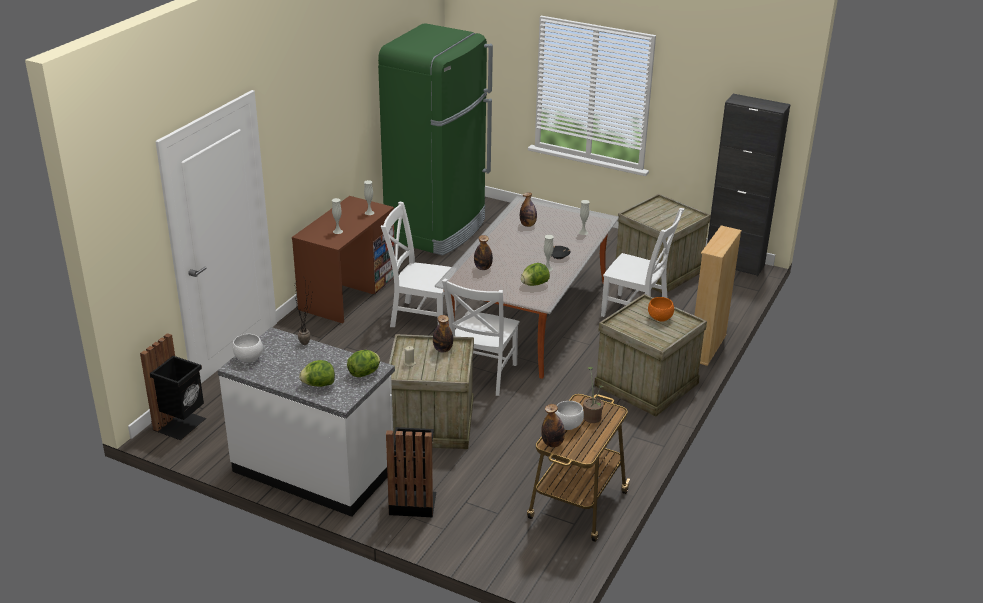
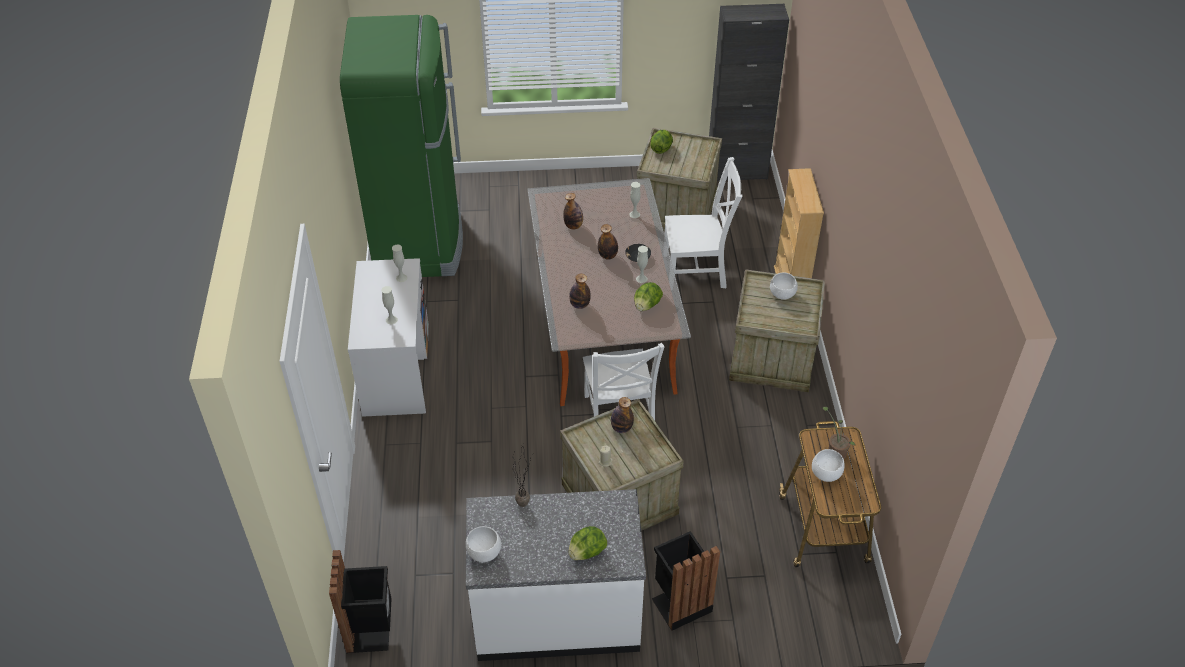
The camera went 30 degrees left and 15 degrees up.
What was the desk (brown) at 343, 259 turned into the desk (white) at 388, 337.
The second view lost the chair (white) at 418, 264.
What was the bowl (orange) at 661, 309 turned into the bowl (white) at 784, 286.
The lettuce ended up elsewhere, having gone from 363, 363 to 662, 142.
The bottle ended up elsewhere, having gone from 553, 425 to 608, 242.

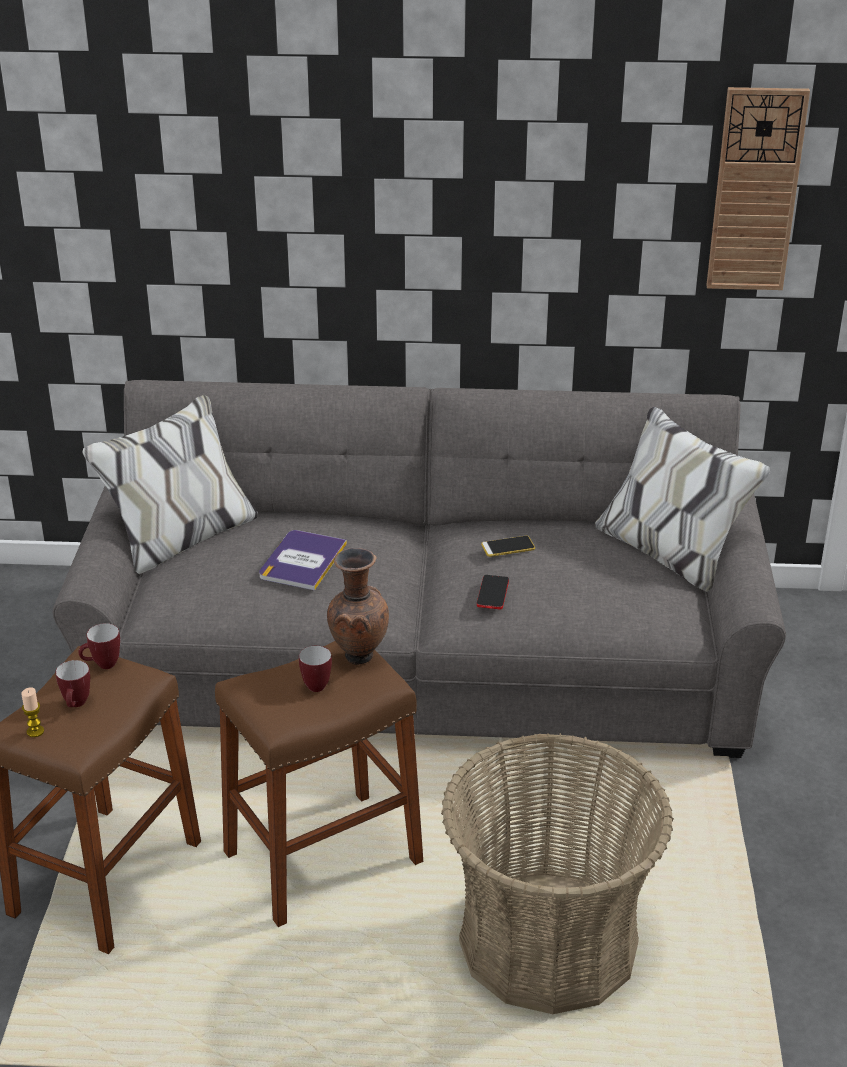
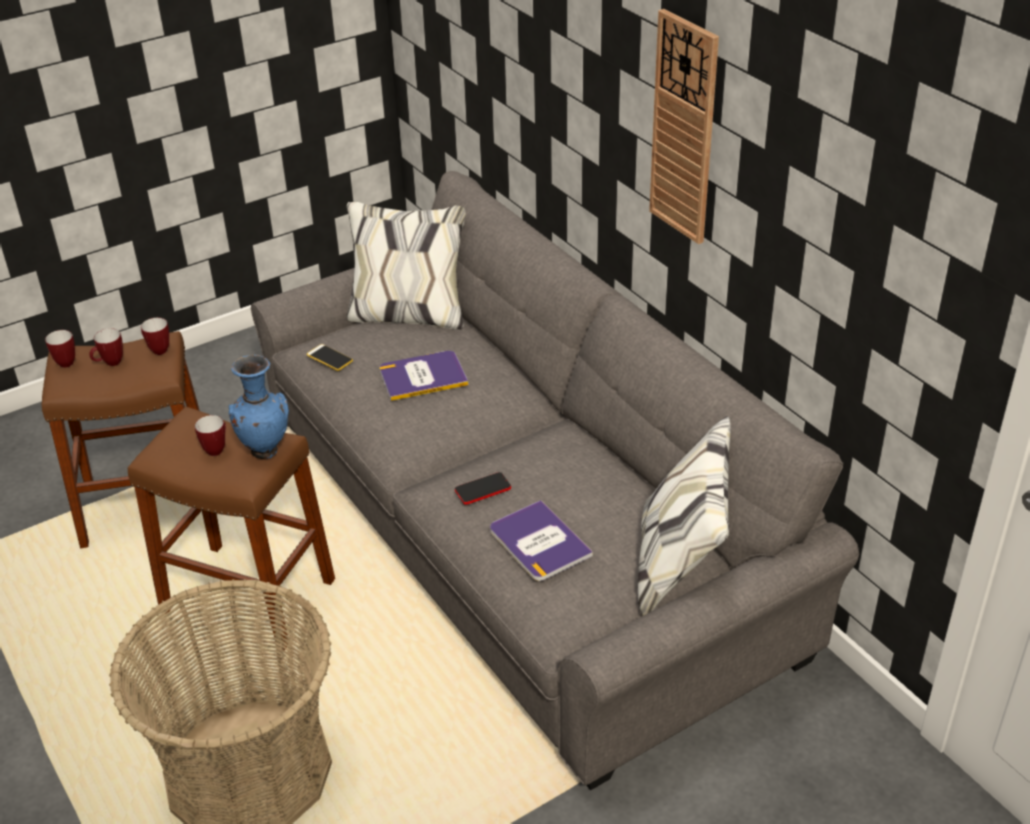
The camera went 55 degrees right and 5 degrees up.
The wall clock ended up elsewhere, having gone from 758, 188 to 684, 126.
The phone ended up elsewhere, having gone from 508, 546 to 330, 357.
What was the vase (brown) at 358, 606 turned into the vase (blue) at 259, 407.
Where the candle stood at 32, 712, the mug came to stand at 60, 349.
The second view gained the book at 541, 540.

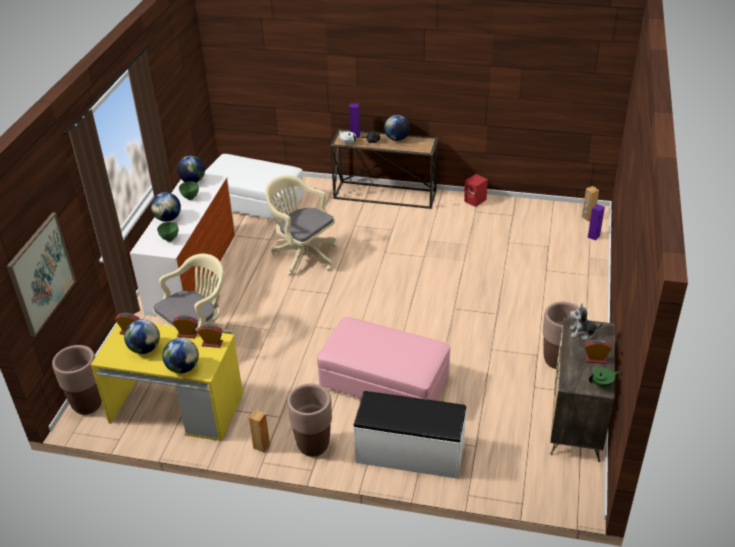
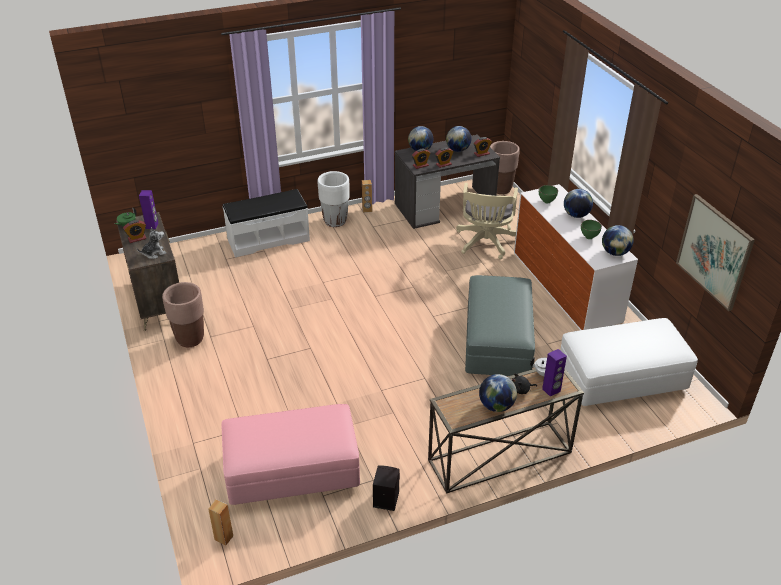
The camera went 145 degrees right and 0 degrees up.
What was the speaker (red) at 476, 190 turned into the speaker (black) at 386, 488.
Where the office chair (beige) stood at 301, 225, the ottoman (grey) came to stand at 500, 325.
The speaker (purple) ended up elsewhere, having gone from 596, 222 to 148, 209.
The picture ended up elsewhere, having gone from 41, 274 to 715, 252.
The ottoman (pink) ended up elsewhere, having gone from 383, 359 to 290, 454.
What was the desk (yellow) at 167, 382 turned into the desk (grey) at 447, 182.
What was the planter (brown) at 309, 420 turned into the planter (white) at 334, 199.

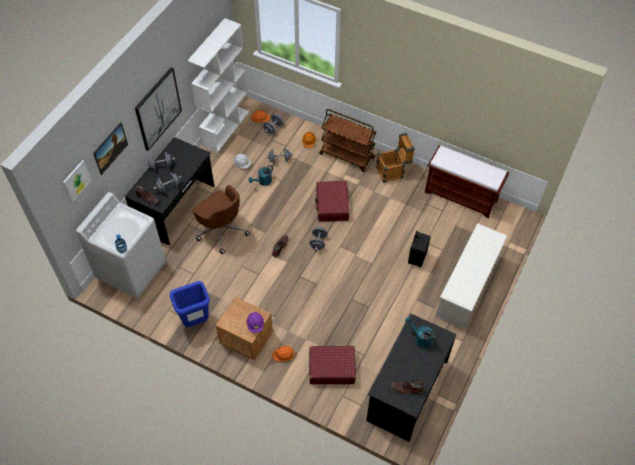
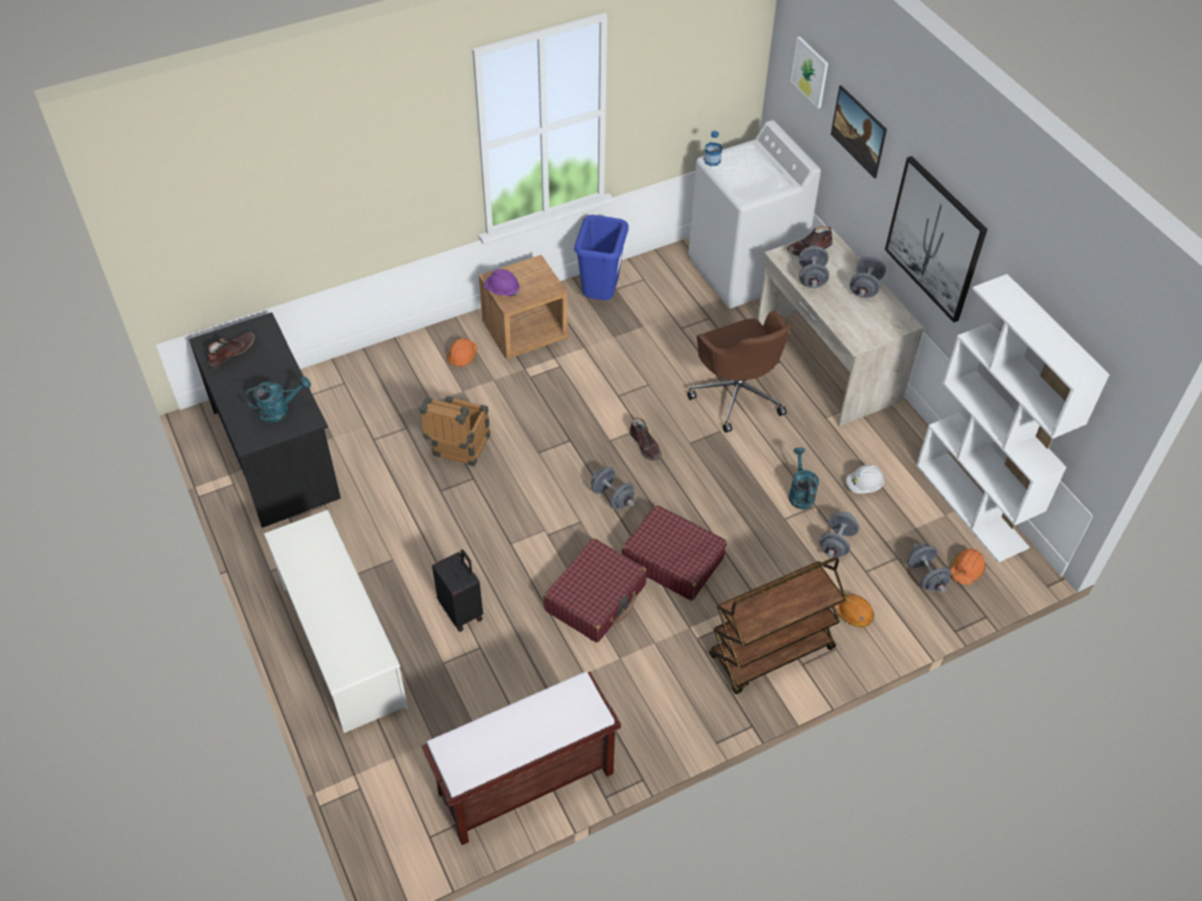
The camera went 125 degrees right and 5 degrees down.
The crate ended up elsewhere, having gone from 395, 157 to 454, 431.
What was the desk (black) at 169, 191 turned into the desk (beige) at 840, 328.
The office chair (brown) at 221, 219 ended up facing another way, 105 degrees counterclockwise from before.
The suitcase (red) ended up elsewhere, having gone from 332, 364 to 595, 590.

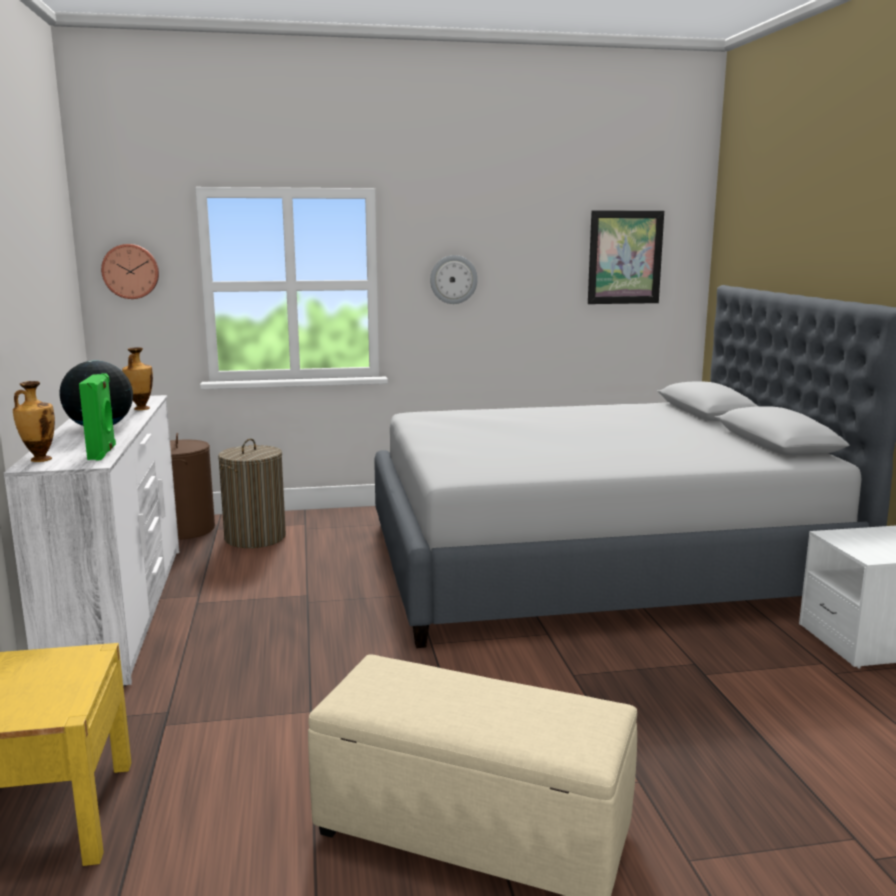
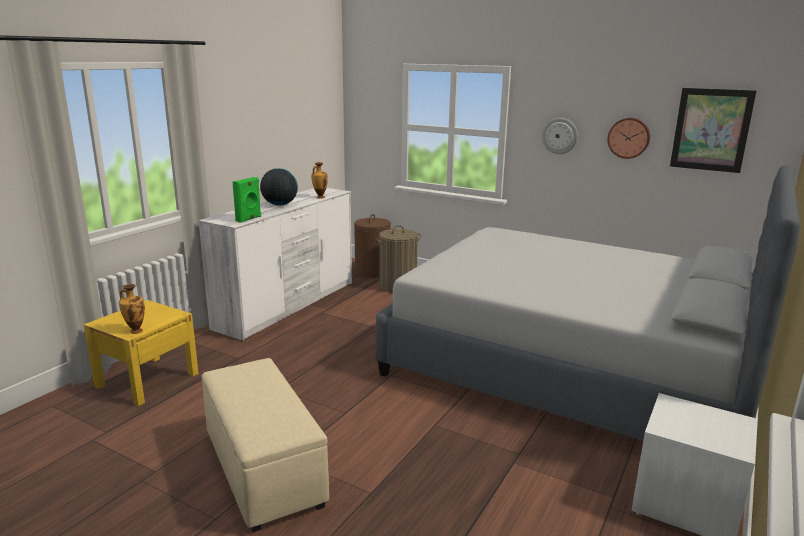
The camera went 40 degrees right and 5 degrees up.
The wall clock ended up elsewhere, having gone from 130, 271 to 628, 138.
The vase ended up elsewhere, having gone from 34, 421 to 132, 309.

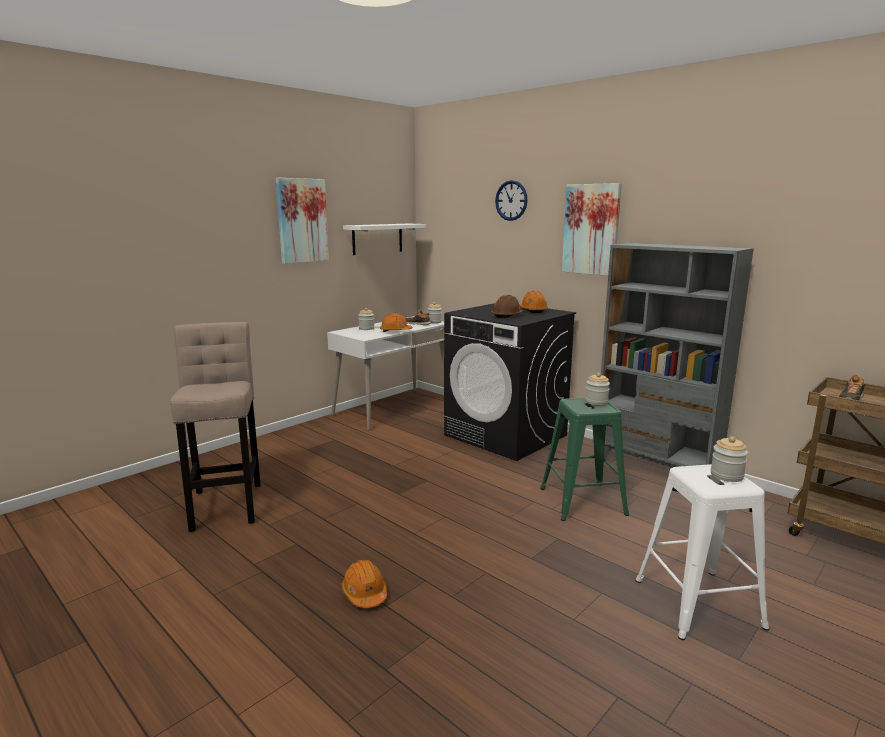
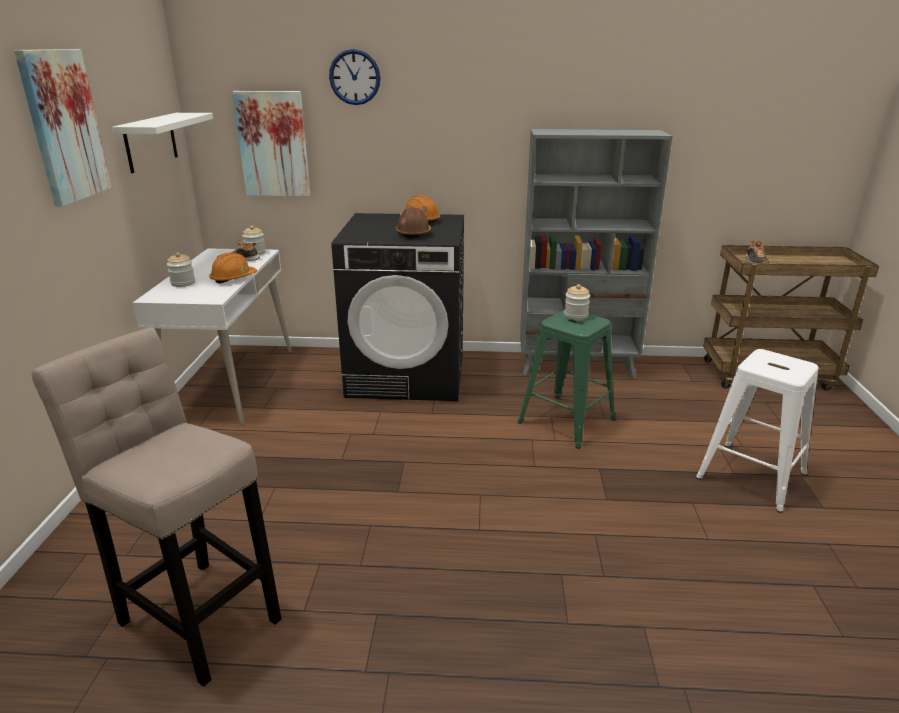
The camera went 40 degrees left and 10 degrees up.
The picture ended up elsewhere, having gone from 592, 229 to 271, 143.
The second view lost the jar at 729, 459.
The second view lost the hard hat (orange) at 364, 584.

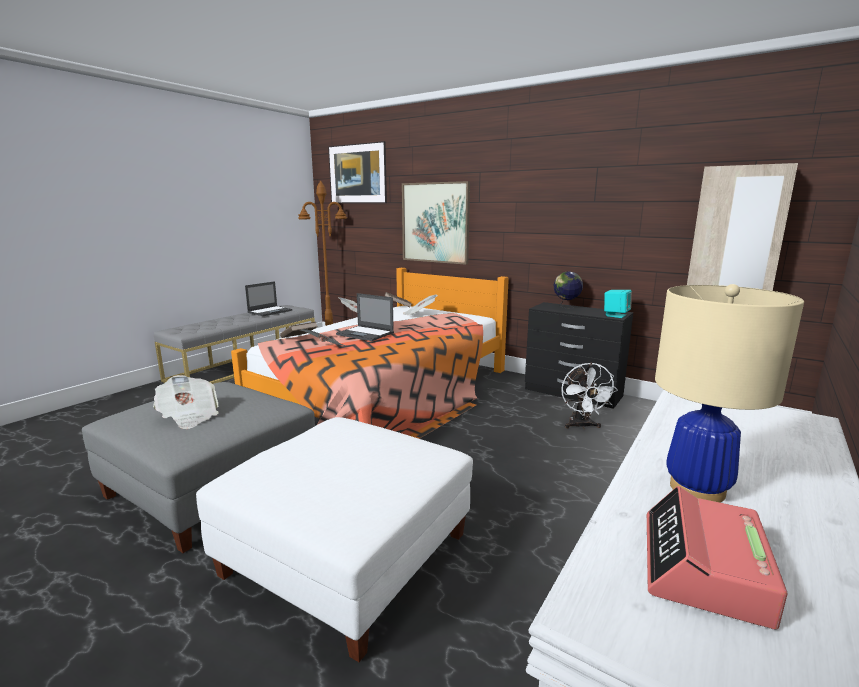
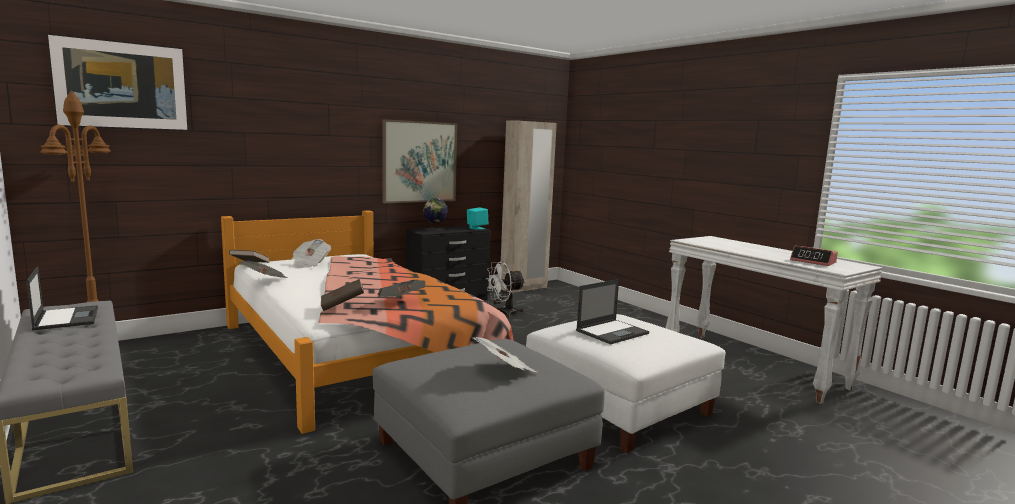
The camera went 70 degrees left and 5 degrees down.
The picture ended up elsewhere, having gone from 436, 223 to 419, 161.
The second view lost the table lamp (beige) at 729, 393.
The laptop ended up elsewhere, having gone from 365, 317 to 612, 311.
The fan (white) at 589, 395 ended up facing another way, 135 degrees clockwise from before.

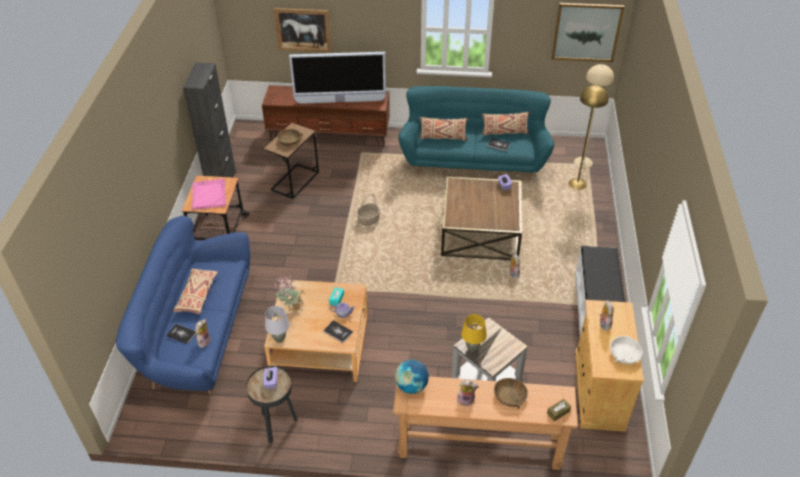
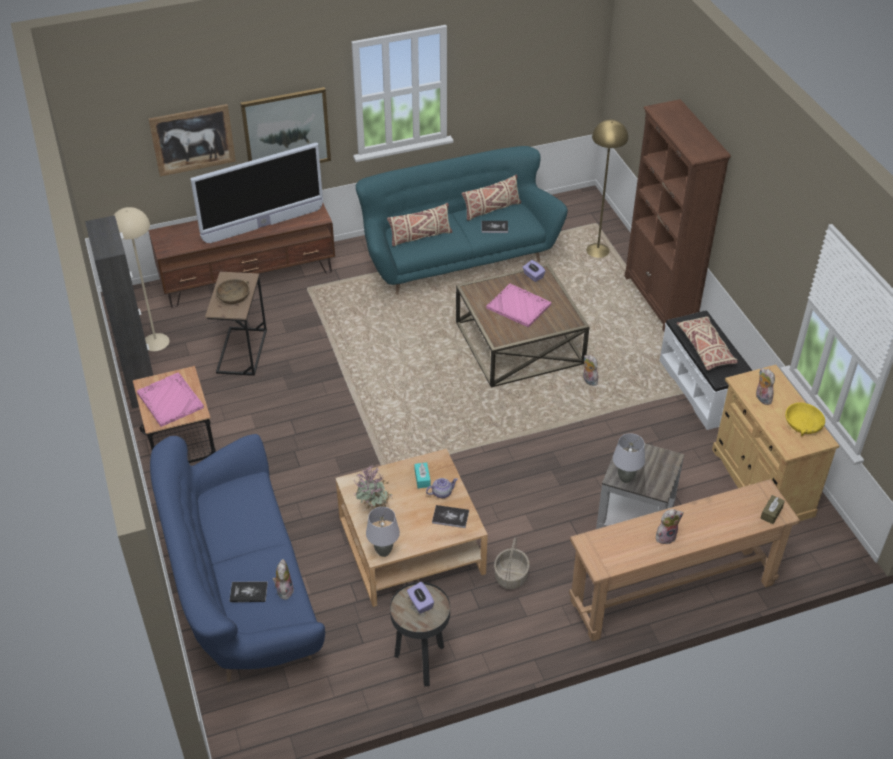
The camera went 25 degrees left and 0 degrees up.
The picture ended up elsewhere, having gone from 588, 32 to 285, 125.
The floor lamp (beige) ended up elsewhere, having gone from 594, 116 to 141, 279.
The basket ended up elsewhere, having gone from 368, 210 to 512, 563.
The pillow (beige) ended up elsewhere, having gone from 195, 291 to 707, 343.
What was the table lamp (yellow) at 474, 333 turned into the table lamp (grey) at 629, 458.
What was the bowl (white) at 626, 350 turned into the bowl (yellow) at 805, 419.
The second view lost the globe at 412, 377.
The second view lost the bowl (brown) at 511, 393.
The second view gained the bookcase (brown) at 677, 215.
The second view gained the tray (pink) at 518, 305.

